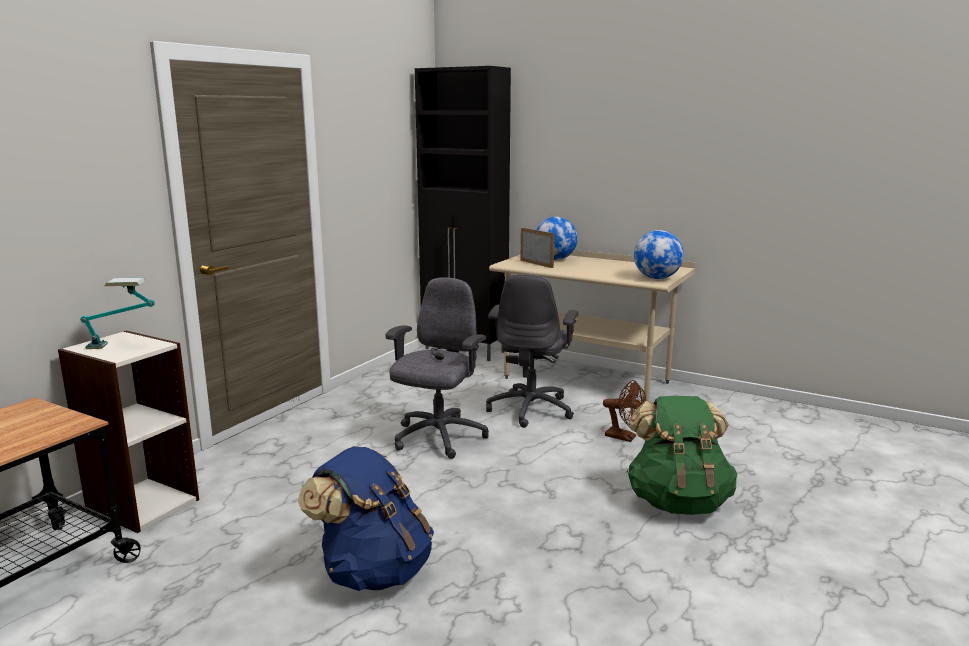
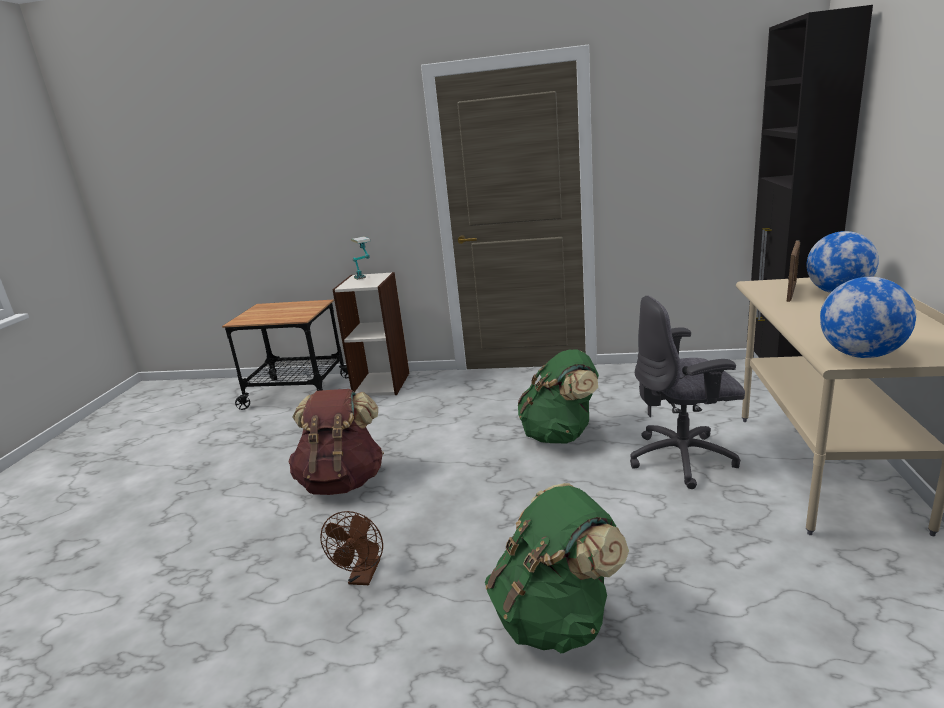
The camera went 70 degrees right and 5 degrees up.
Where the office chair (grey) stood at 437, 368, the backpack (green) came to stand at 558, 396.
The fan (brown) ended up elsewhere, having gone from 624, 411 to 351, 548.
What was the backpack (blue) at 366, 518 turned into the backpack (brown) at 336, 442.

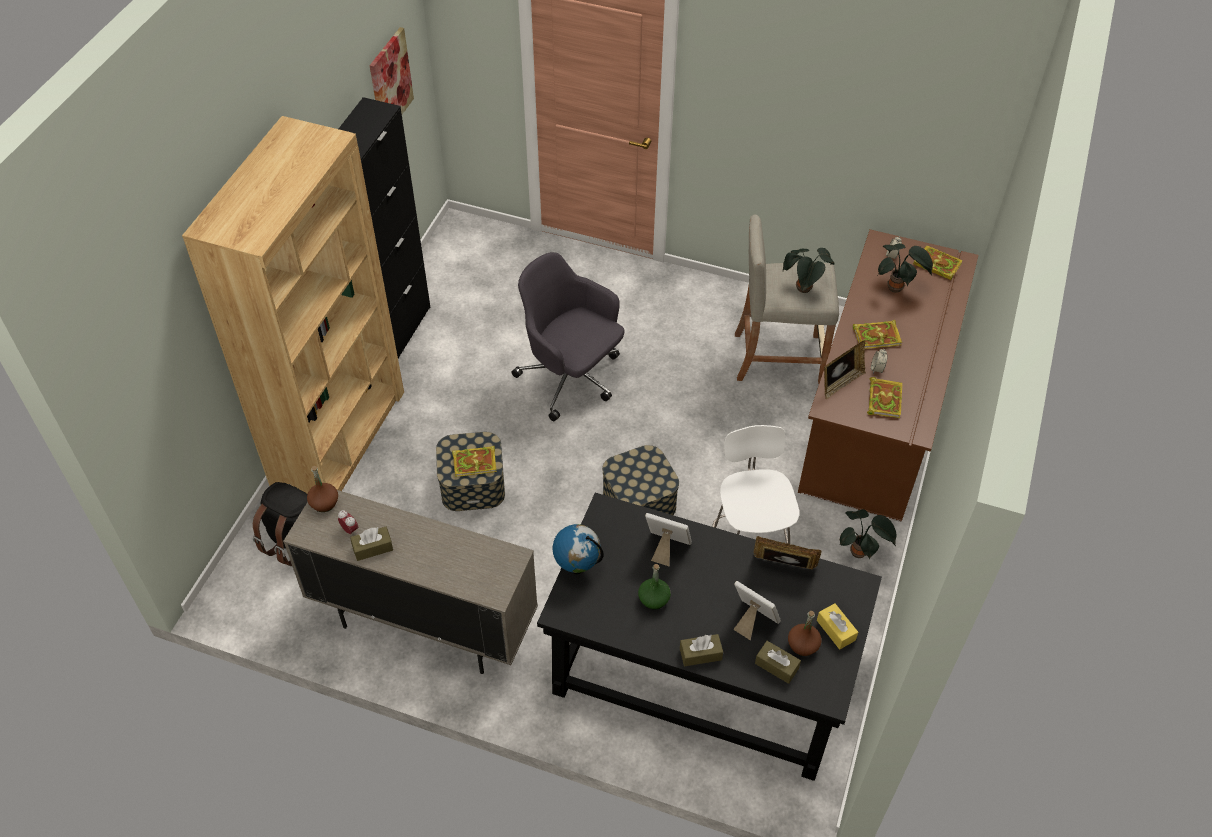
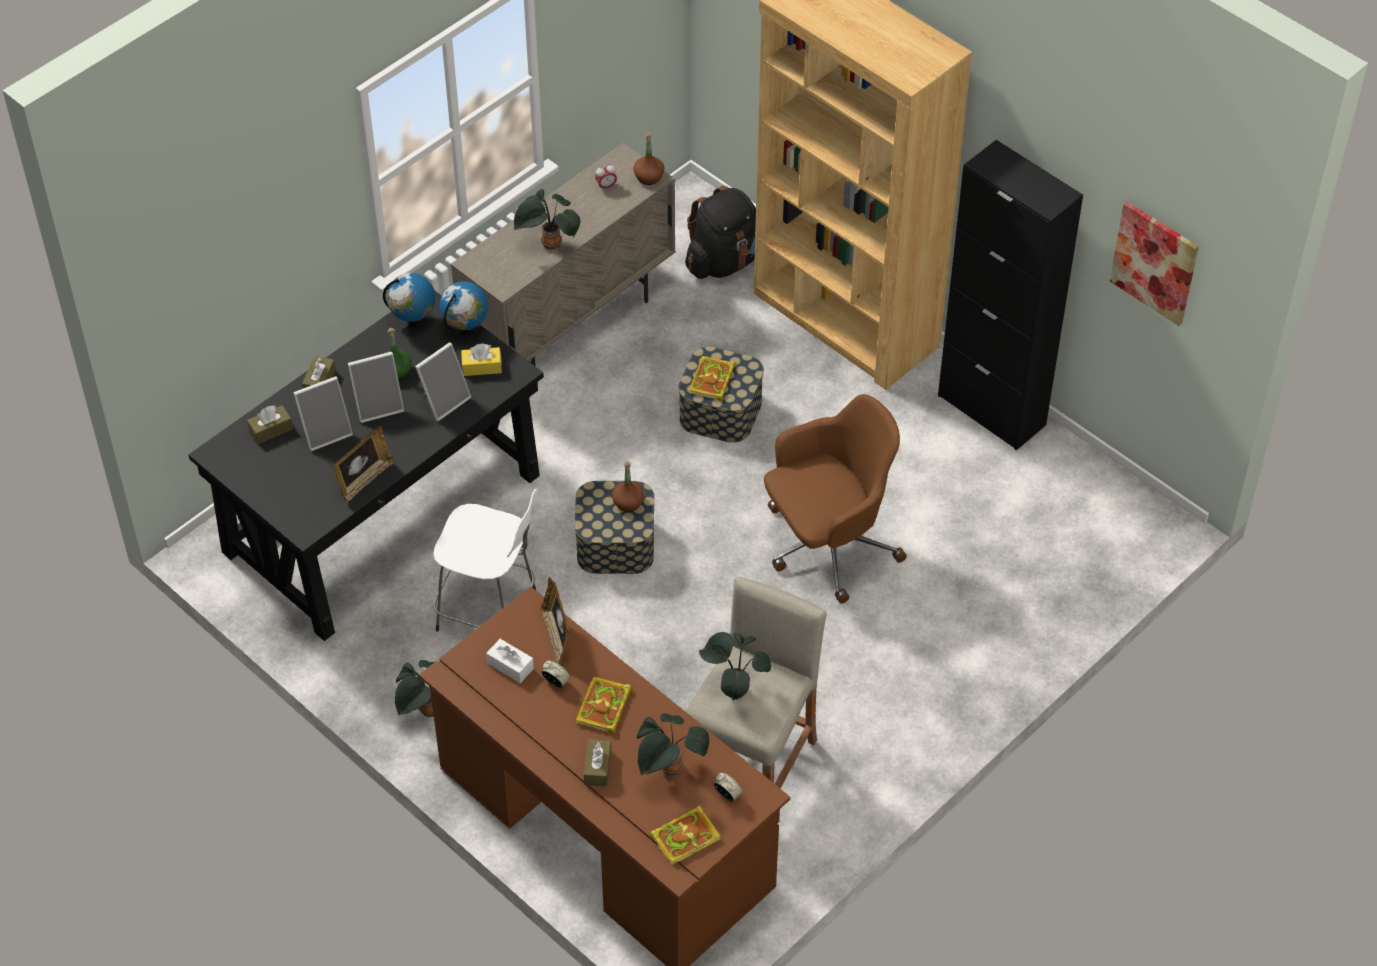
The camera went 115 degrees right and 0 degrees up.
What was the office chair (grey) at 568, 336 turned into the office chair (brown) at 835, 499.
Where the book stood at 884, 397, the tissue box (white) came to stand at 510, 661.
The tissue box (brown) ended up elsewhere, having gone from 371, 544 to 597, 763.
The tissue box (yellow) ended up elsewhere, having gone from 837, 626 to 481, 360.
The bottle (brown) ended up elsewhere, having gone from 805, 633 to 628, 486.
The second view gained the potted plant at 547, 219.
The second view gained the globe at 409, 300.
The second view gained the picture frame at 376, 387.

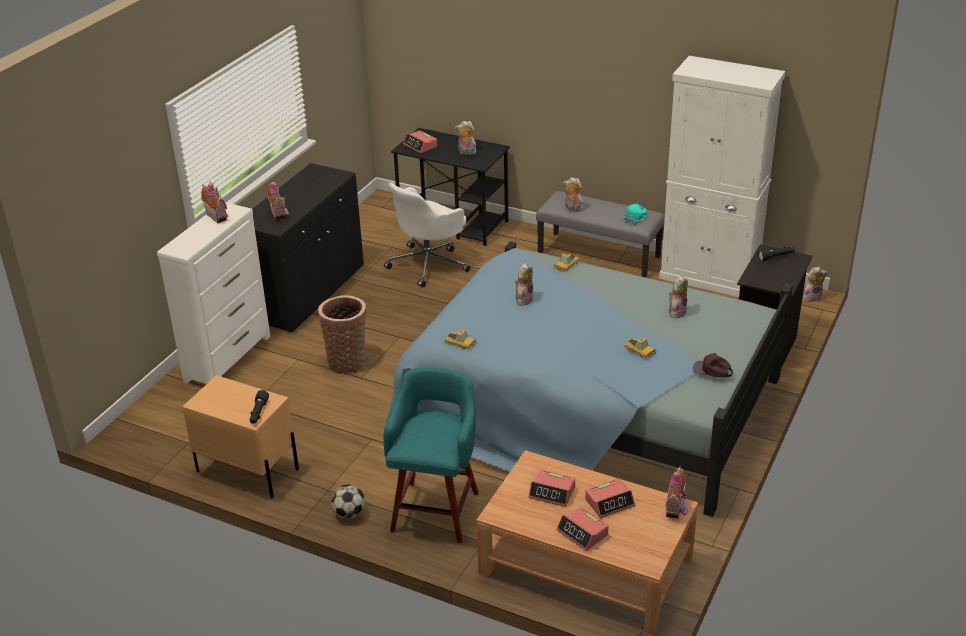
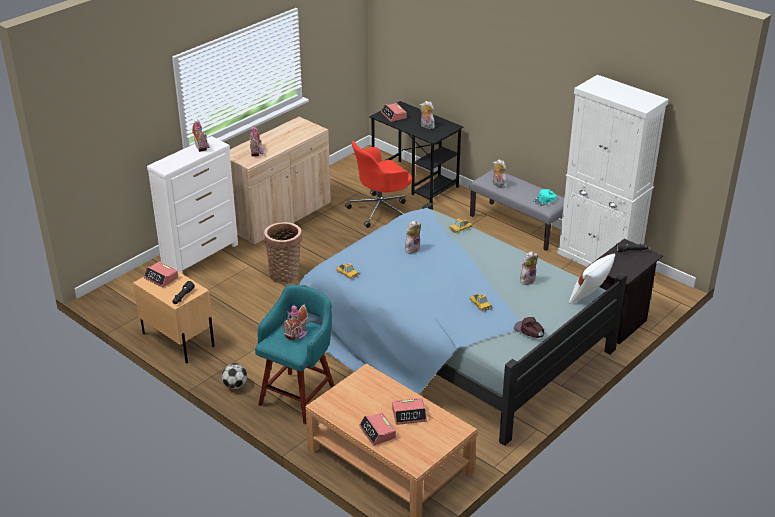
The camera went 15 degrees right and 0 degrees up.
What was the cabinet (black) at 308, 248 turned into the cabinet (beige) at 280, 181.
What was the office chair (white) at 427, 235 turned into the office chair (red) at 378, 184.
The second view lost the plush toy at 815, 284.
The toy house ended up elsewhere, having gone from 676, 492 to 296, 322.
The alarm clock ended up elsewhere, having gone from 552, 488 to 161, 274.
The second view gained the pillow (white) at 592, 279.

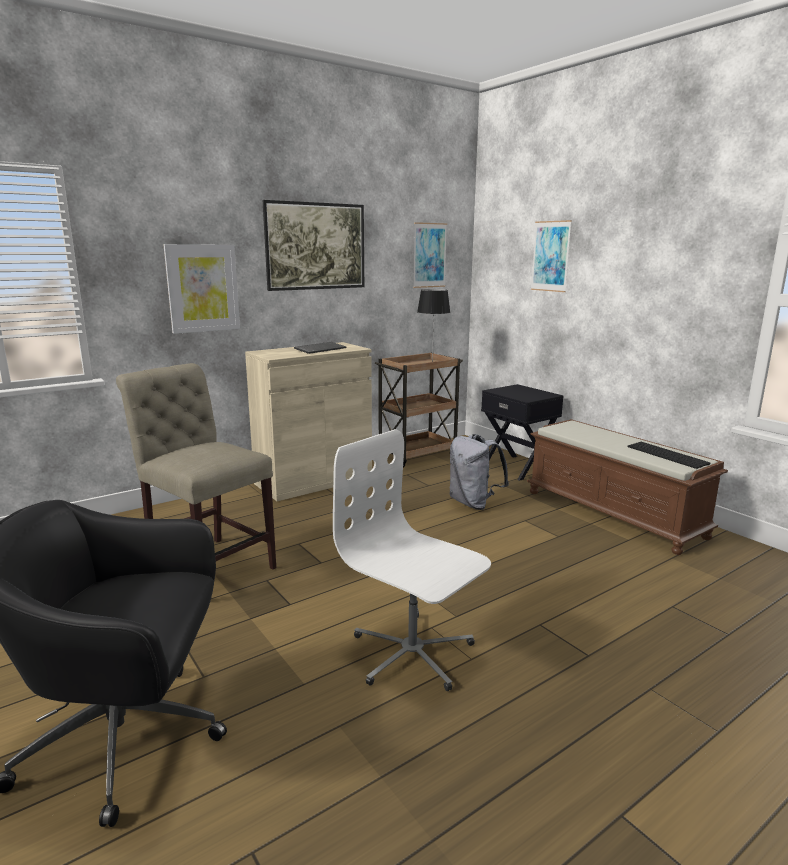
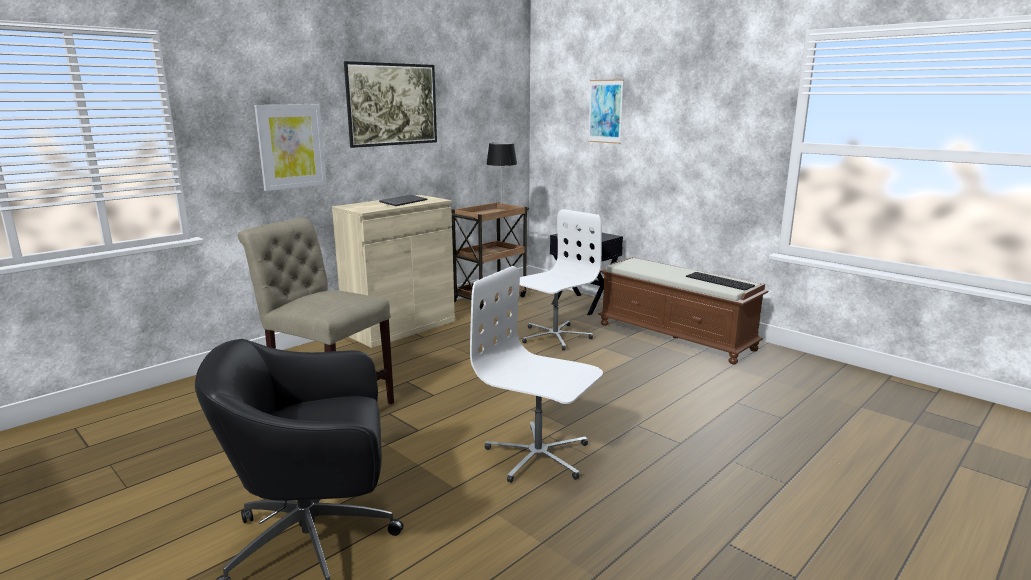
The camera went 10 degrees left and 0 degrees up.
The second view lost the picture at 430, 255.
Where the backpack (grey) stood at 479, 472, the office chair (white) came to stand at 561, 280.

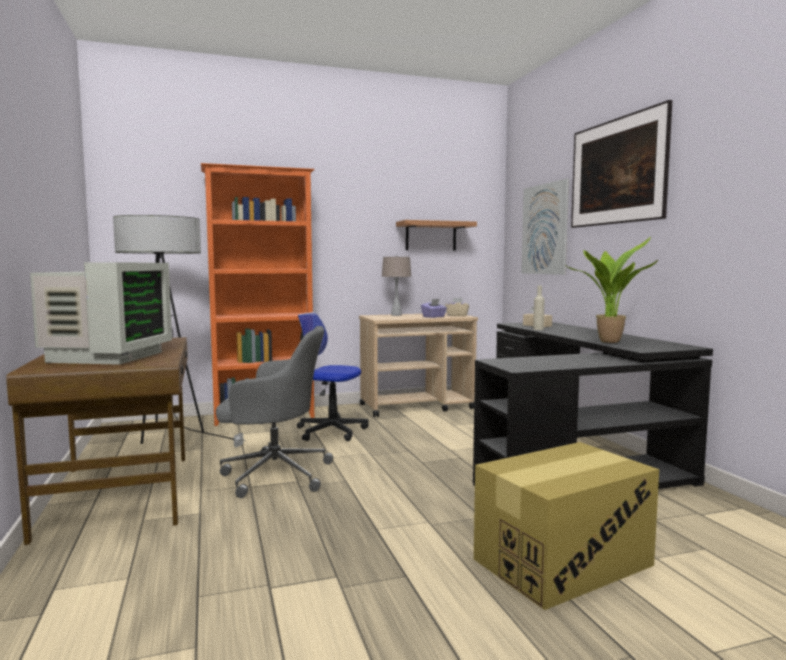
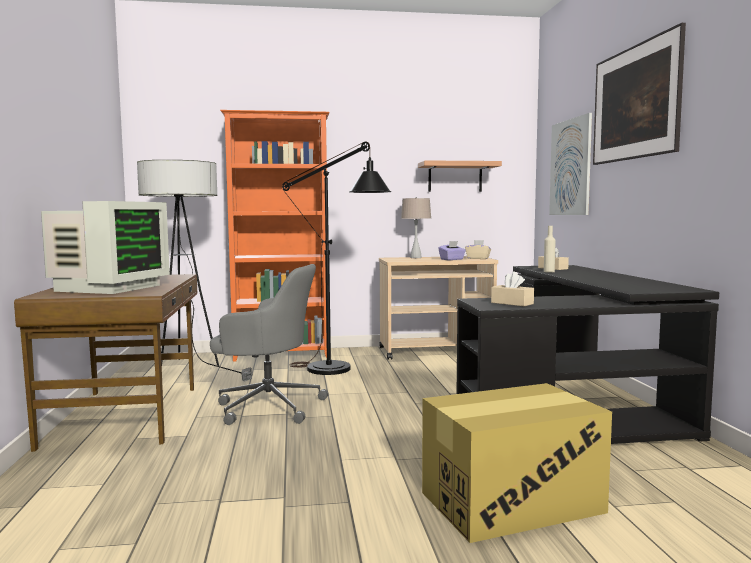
The camera went 10 degrees right and 0 degrees up.
The second view lost the potted plant at 611, 290.
Where the office chair stood at 333, 376, the floor lamp (black) came to stand at 336, 258.
The second view gained the tissue box (beige) at 512, 288.

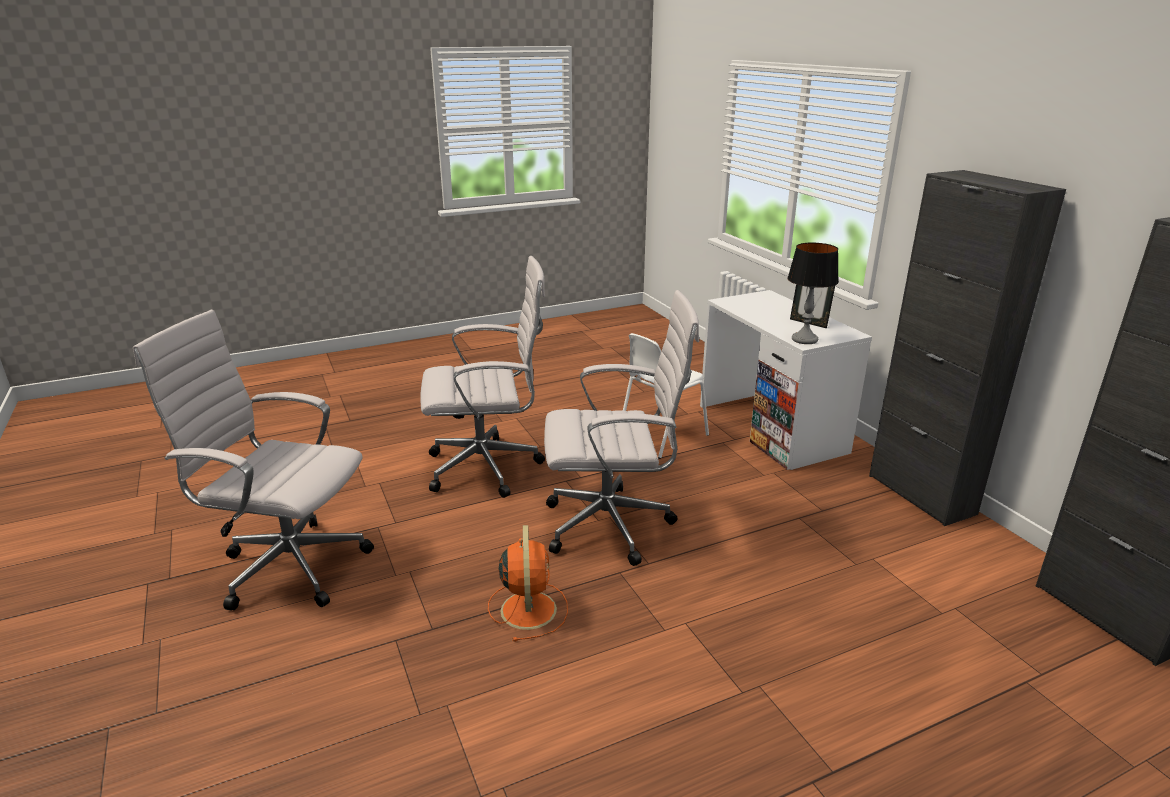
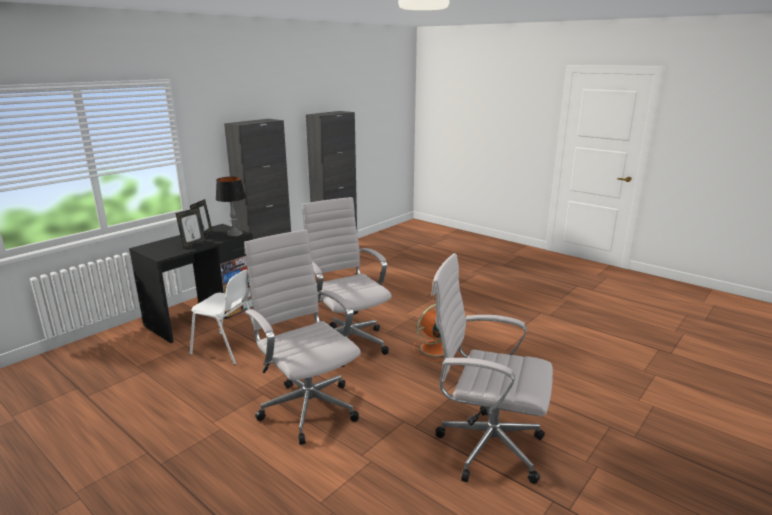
The camera went 115 degrees left and 5 degrees down.
What was the desk (white) at 786, 380 turned into the desk (black) at 191, 283.
The office chair (white) at 253, 460 ended up facing another way, 120 degrees clockwise from before.
The second view gained the picture frame at 191, 228.

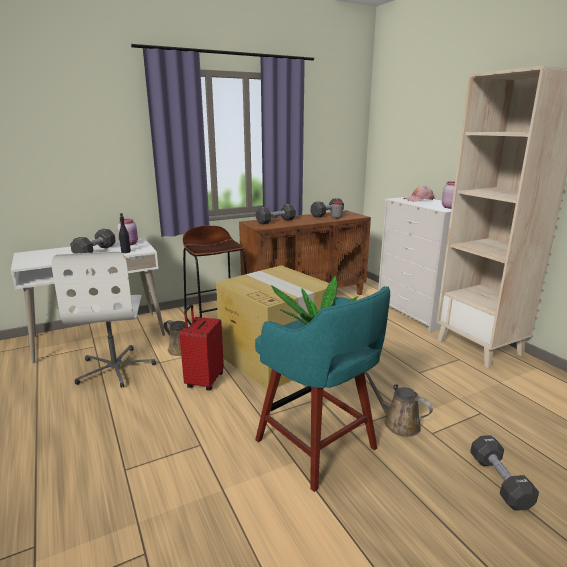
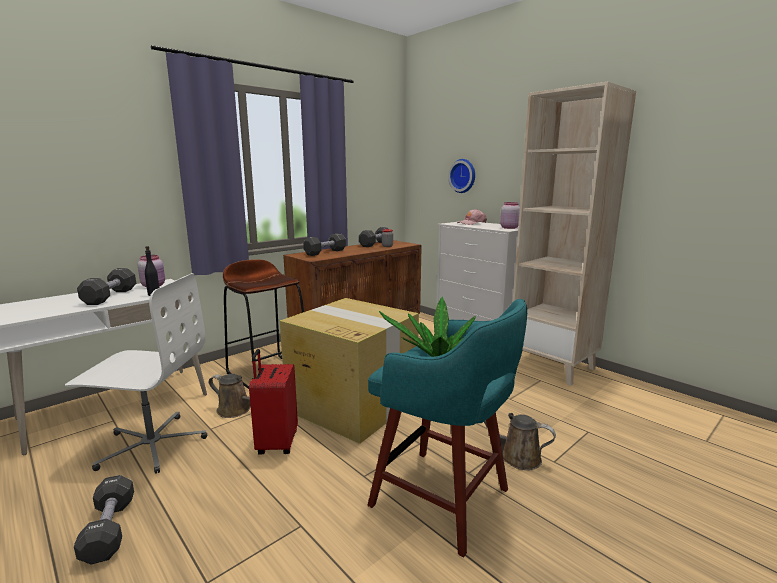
The camera went 15 degrees left and 5 degrees down.
The office chair (white) at 104, 319 ended up facing another way, 60 degrees counterclockwise from before.
The dumbbell (black) ended up elsewhere, having gone from 504, 473 to 104, 520.
The second view gained the wall clock at 461, 176.

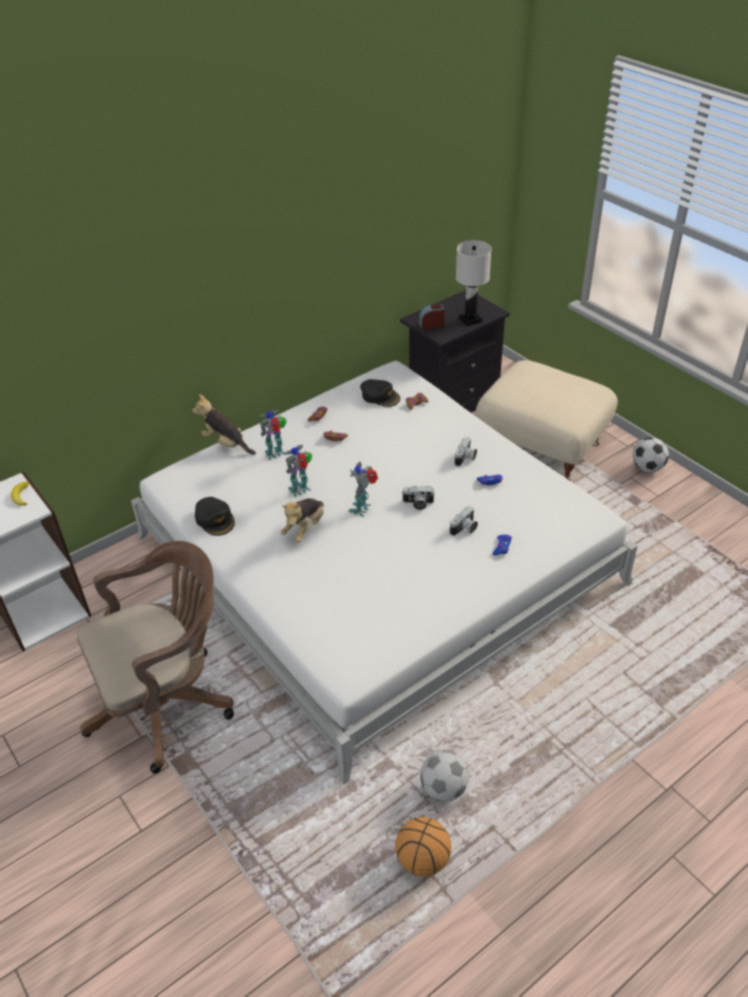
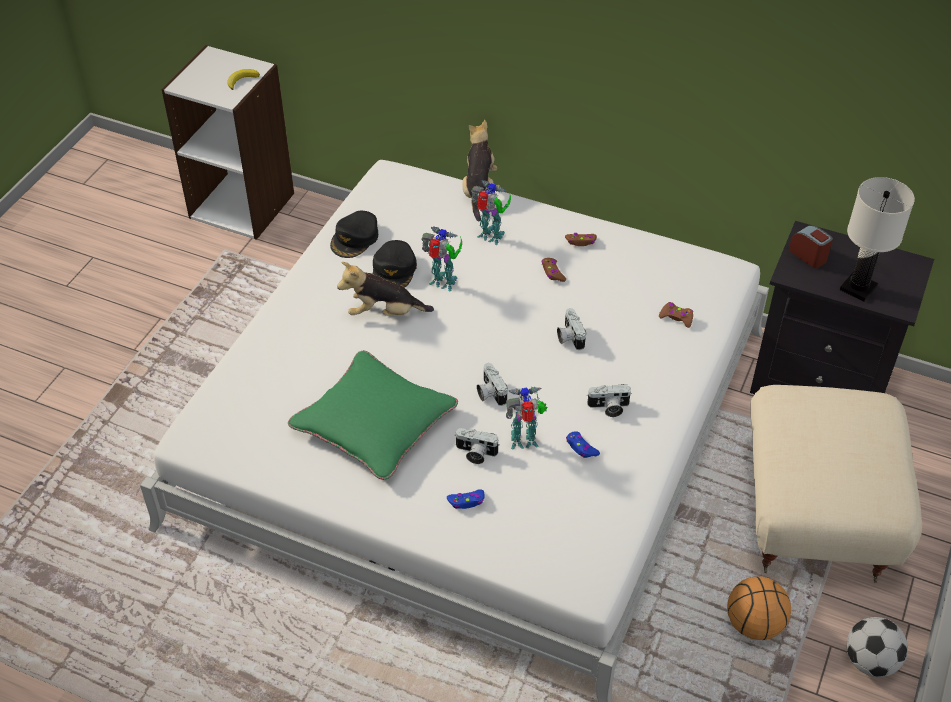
The camera went 60 degrees right and 5 degrees up.
The cap (black) ended up elsewhere, having gone from 380, 393 to 395, 264.
The toy robot ended up elsewhere, having gone from 363, 489 to 527, 418.
The second view lost the office chair (brown) at 155, 657.
The second view lost the football at 444, 776.
The basketball ended up elsewhere, having gone from 423, 847 to 759, 608.
The second view gained the photo camera at 571, 329.
The second view gained the pillow (green) at 373, 415.

